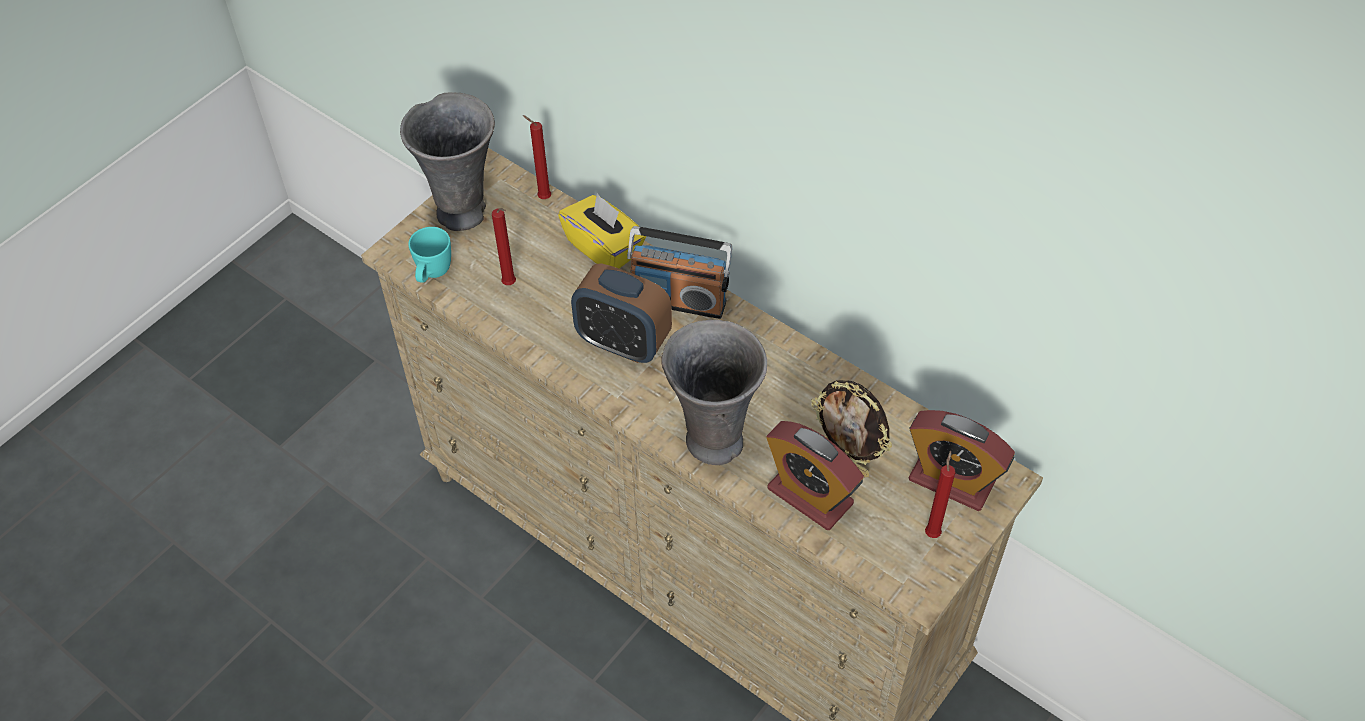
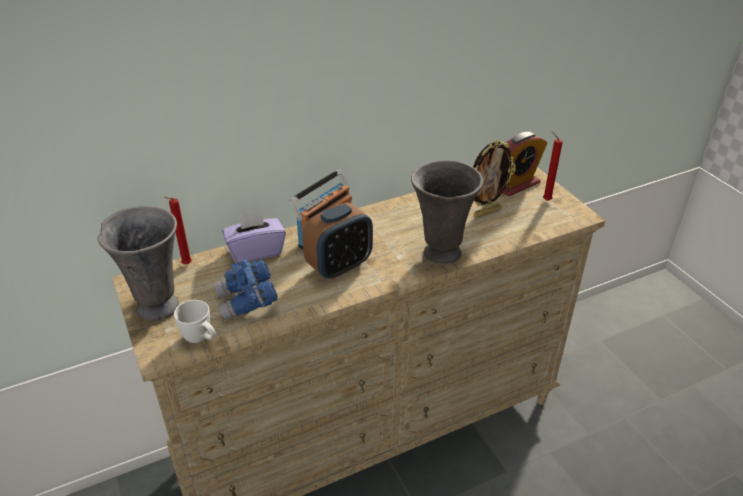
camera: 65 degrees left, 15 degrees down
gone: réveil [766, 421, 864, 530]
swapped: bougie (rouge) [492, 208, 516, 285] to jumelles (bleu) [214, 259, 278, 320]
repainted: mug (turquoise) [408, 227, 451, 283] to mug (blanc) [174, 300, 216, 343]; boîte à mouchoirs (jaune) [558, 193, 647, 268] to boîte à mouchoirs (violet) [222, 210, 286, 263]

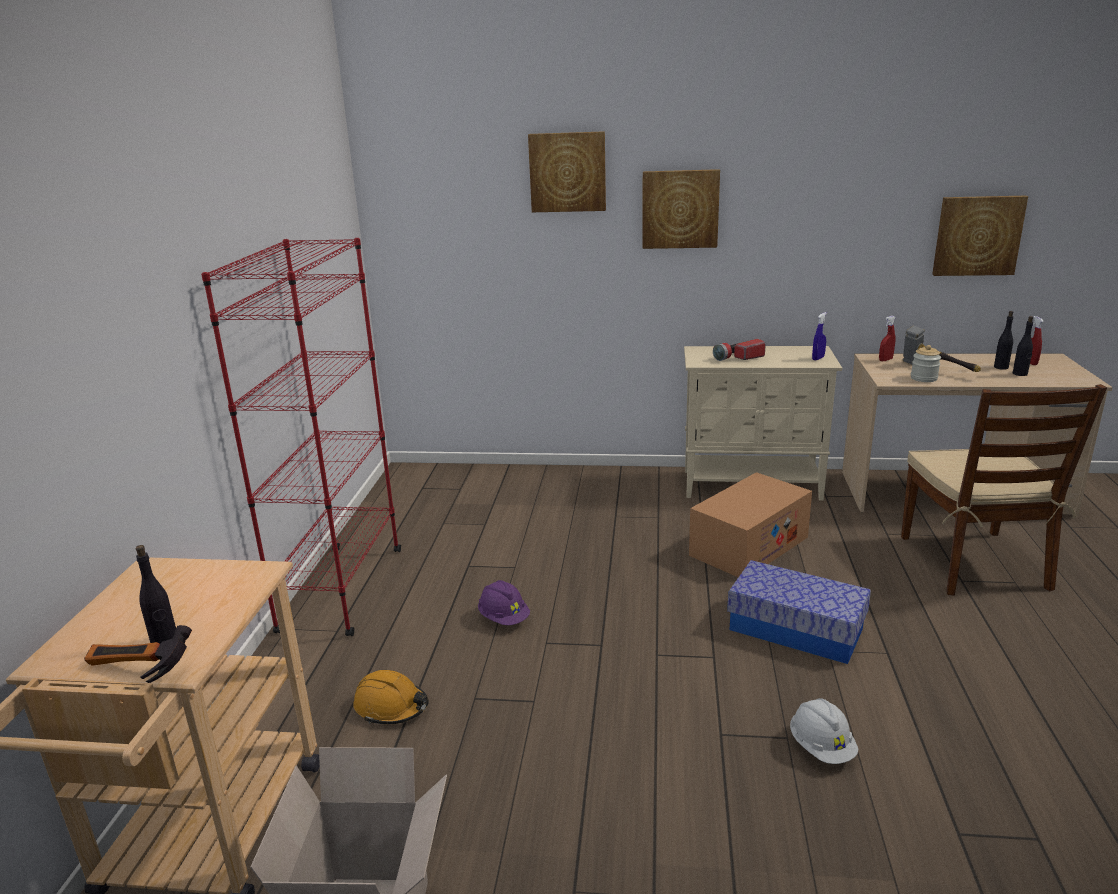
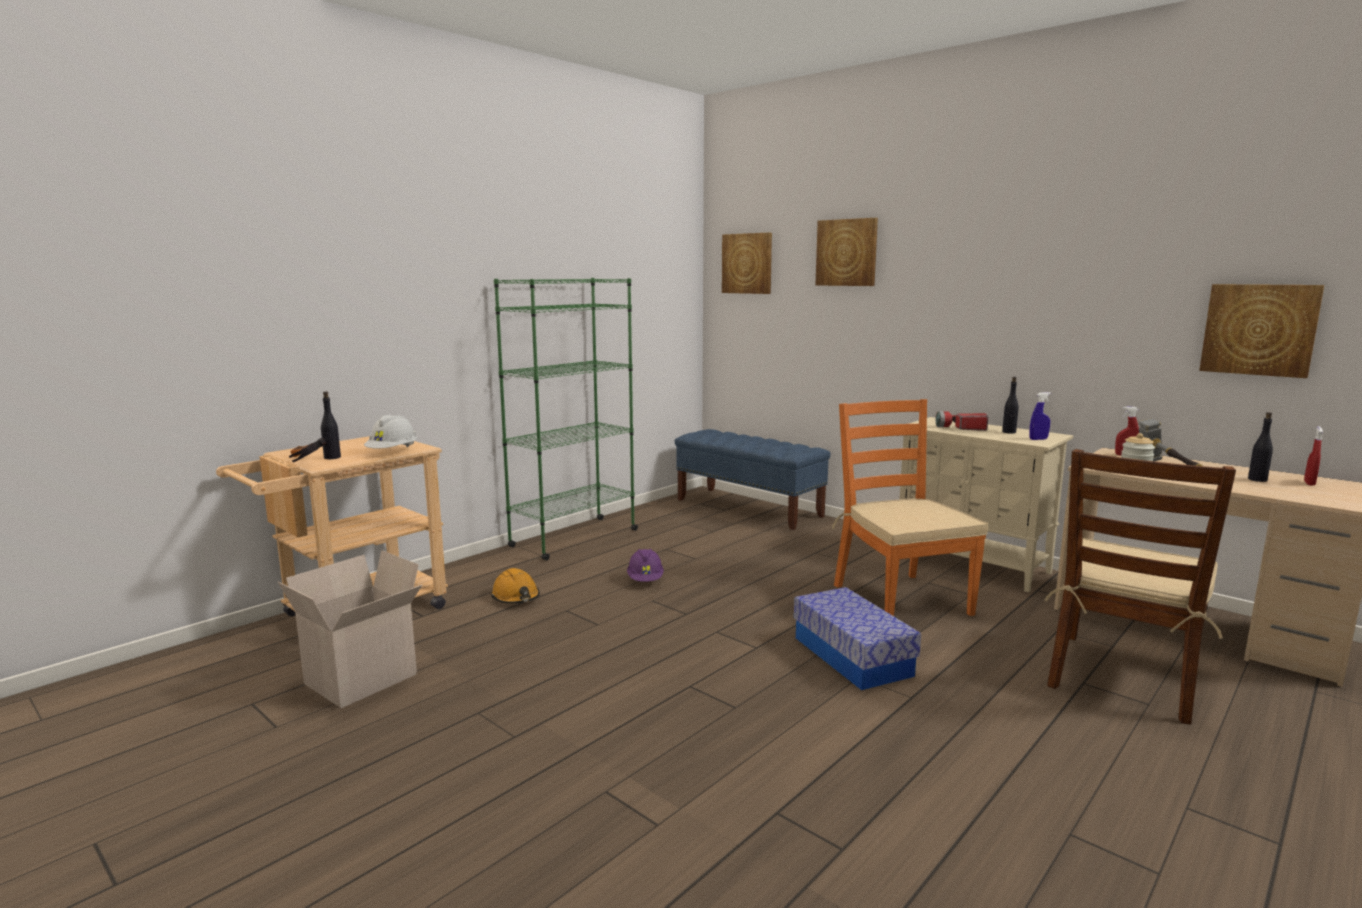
camera: 35 degrees right, 10 degrees down
new: banc (bleu) [675, 429, 831, 530]
shifted: tableau [642, 169, 720, 249] to [722, 233, 772, 294]; casque de chantier (blanc) [790, 698, 858, 764] to [364, 415, 417, 448]; bouteille (noir) [1013, 316, 1033, 376] to [1002, 377, 1019, 434]
swapped: carton [689, 472, 812, 577] to chaise (orange) [832, 399, 988, 616]
repainted: bibliothèque (rouge) [201, 238, 401, 636] to bibliothèque (vert) [494, 278, 638, 560]

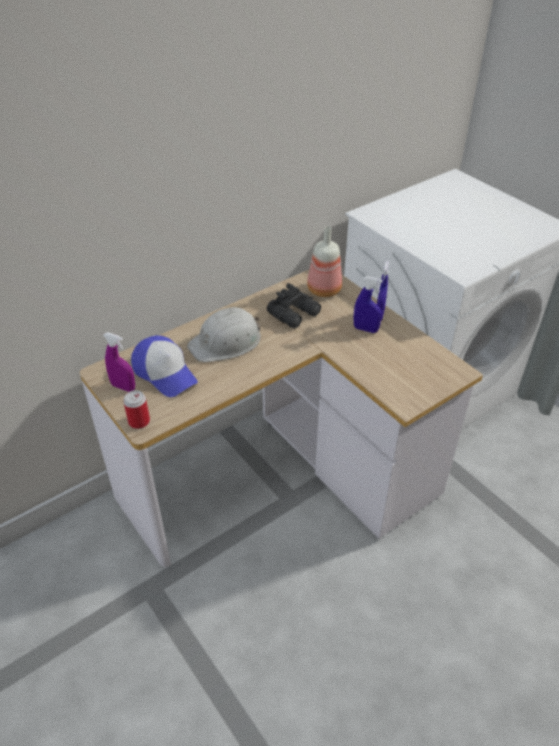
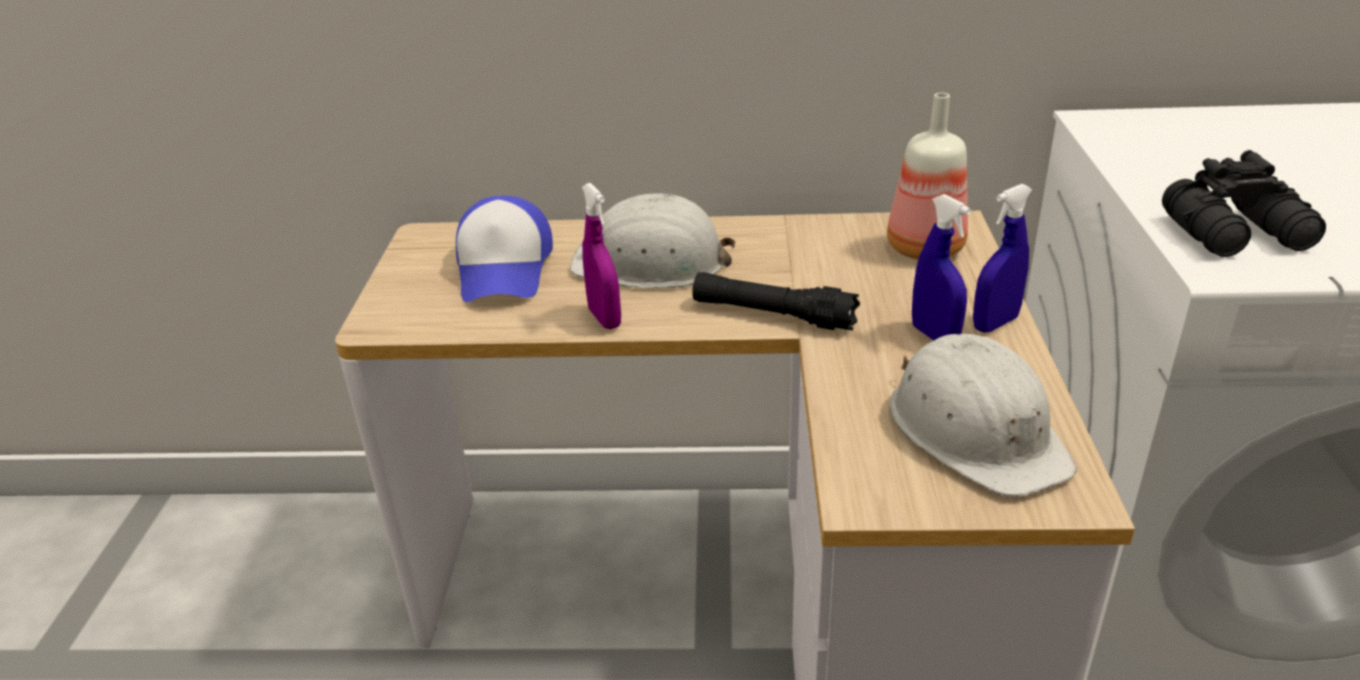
camera: 40 degrees right, 10 degrees down
gone: boîte métallique [123, 390, 150, 429]
new: lampe de poche (noir) [692, 272, 860, 331]; casque de chantier (blanc) [890, 334, 1077, 497]
shifted: vaporisateur (violet) [103, 332, 135, 392] to [582, 183, 621, 329]; jumelles (noir) [267, 283, 321, 328] to [1162, 150, 1326, 257]

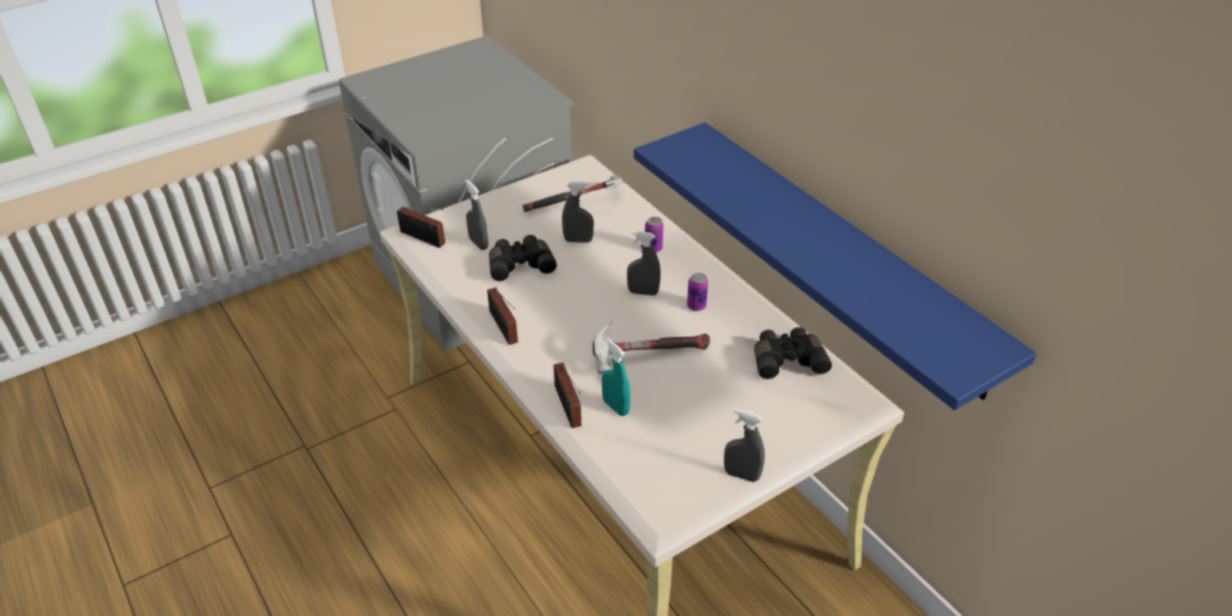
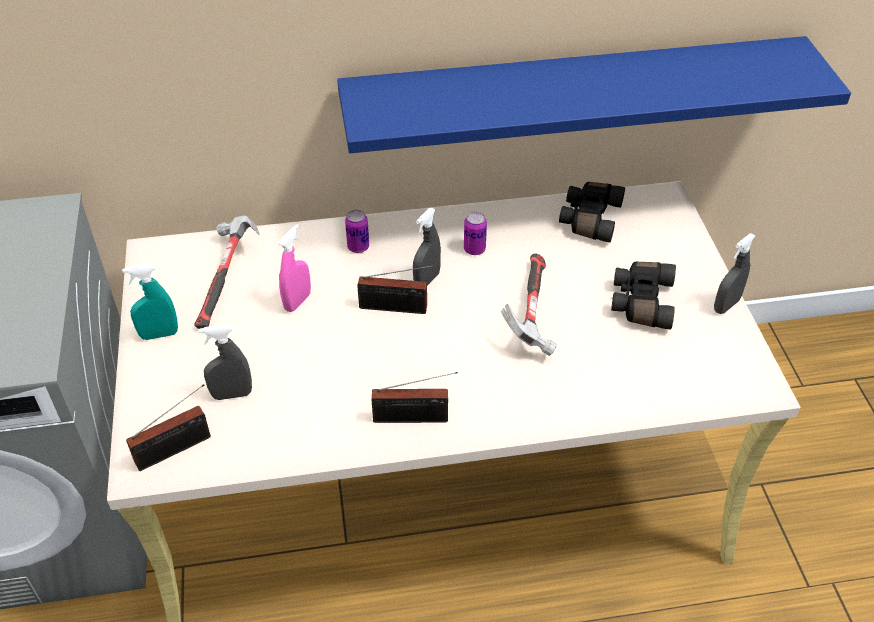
camera: 65 degrees left, 5 degrees up
shifted: jumelles (noir) [489, 235, 557, 281] to [611, 262, 676, 329]; radio [554, 362, 581, 428] to [357, 265, 435, 314]; vaporisateur (turquoise) [602, 338, 630, 416] to [122, 264, 178, 340]
repainted: vaporisateur (gris) [562, 181, 594, 243] to vaporisateur (rose) [278, 224, 311, 312]

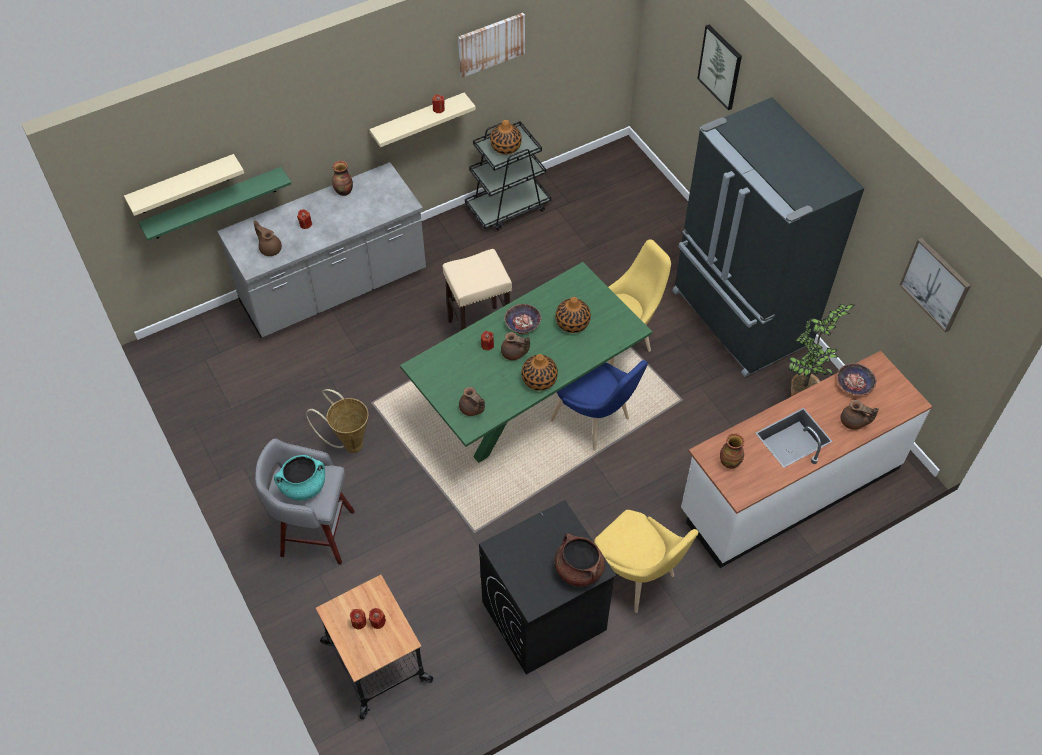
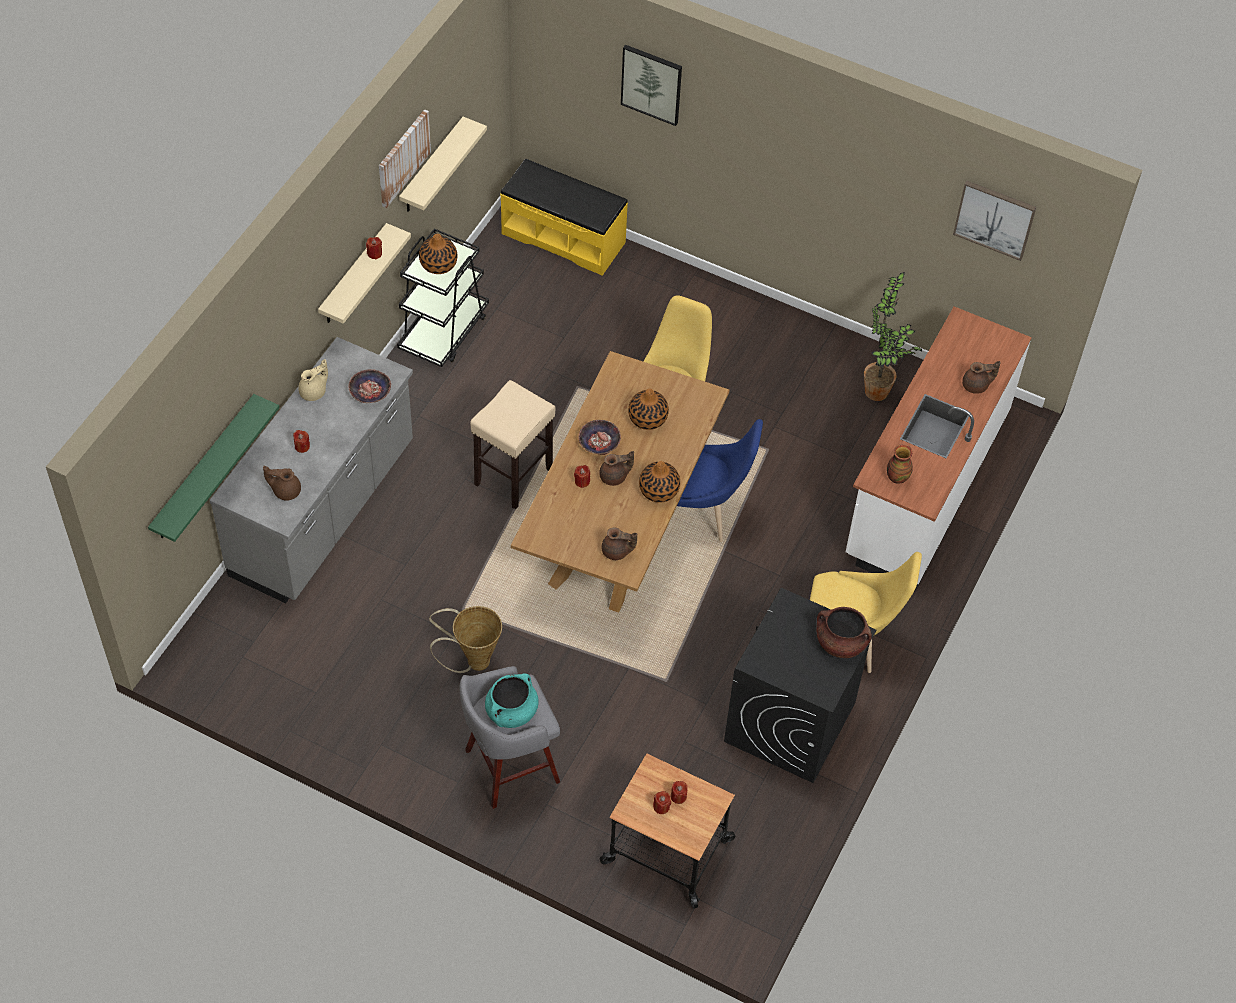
camera: 35 degrees left, 0 degrees up
gone: réfrigérateur (noir) [672, 97, 864, 377]
new: banc (jaune) [500, 159, 628, 276]
shifted: étagère (beige) [124, 154, 244, 216] to [399, 117, 487, 212]; bol [837, 363, 877, 395] to [349, 369, 391, 403]
swapped: vase [332, 161, 353, 196] to théière (beige) [298, 359, 328, 401]
repainted: table à manger (vert) [400, 262, 652, 463] to table à manger (marron) [511, 351, 730, 613]

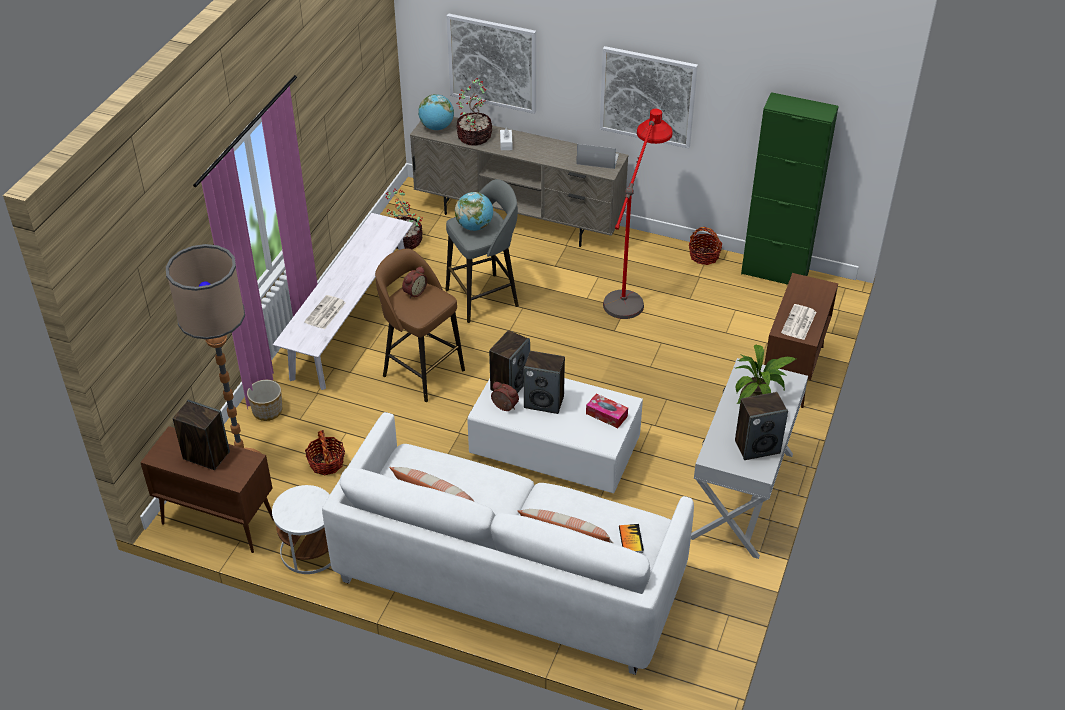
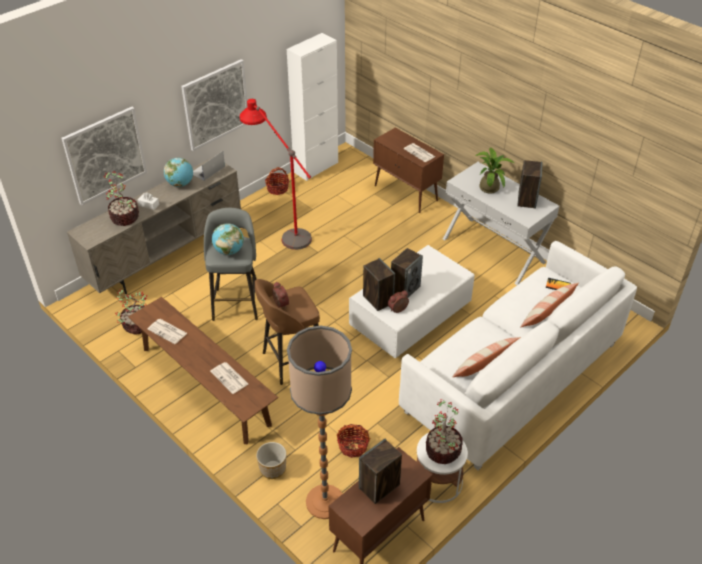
camera: 65 degrees left, 0 degrees up
gone: boîte à mouchoirs [586, 393, 628, 428]
new: journal [148, 319, 187, 344]; plante en pot [426, 399, 463, 464]
shifted: globe [418, 94, 454, 130] to [164, 158, 193, 187]
repainted: banc (blanc) [273, 213, 413, 390] to banc (marron) [128, 297, 278, 445]; meuble de rangement (vert) [741, 92, 839, 285] to meuble de rangement (blanc) [287, 33, 338, 181]

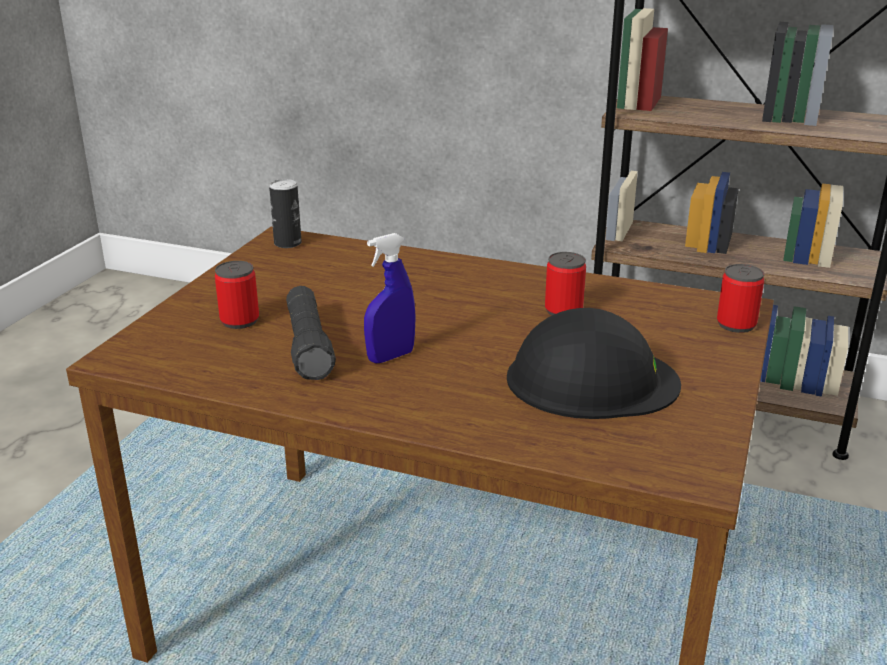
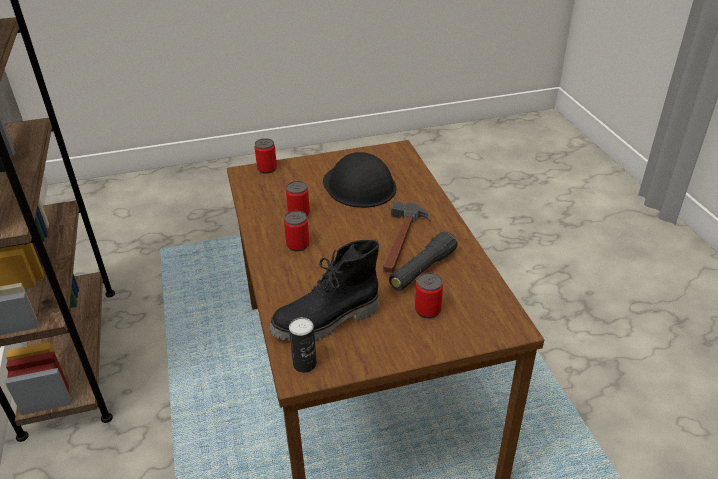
camera: 125 degrees left, 10 degrees up
new: botte (noir) [269, 240, 379, 341]; boîte métallique [284, 211, 309, 251]
swapped: vaporisateur (bleu) [364, 233, 416, 363] to marteau [383, 201, 430, 273]

